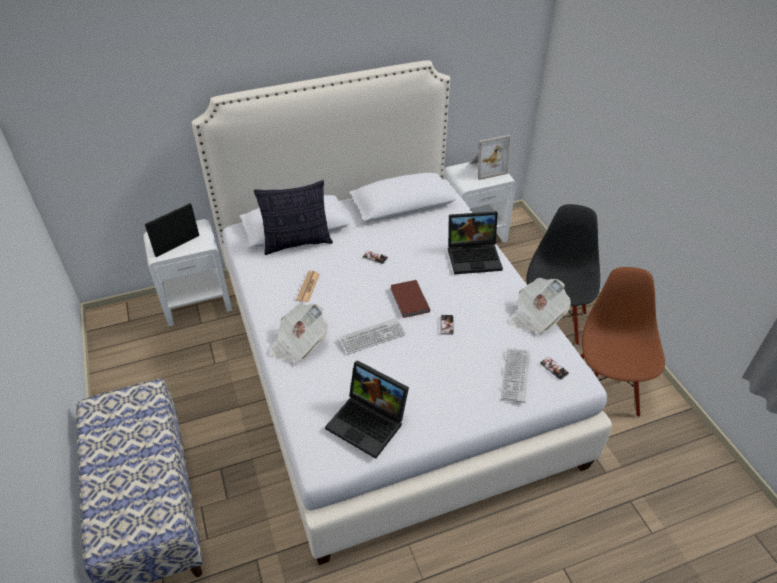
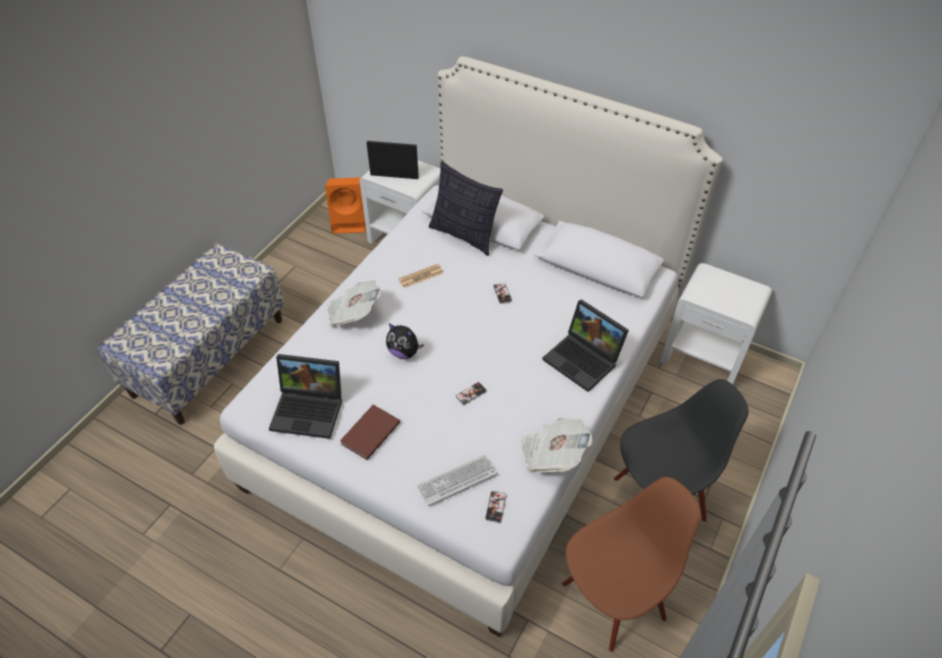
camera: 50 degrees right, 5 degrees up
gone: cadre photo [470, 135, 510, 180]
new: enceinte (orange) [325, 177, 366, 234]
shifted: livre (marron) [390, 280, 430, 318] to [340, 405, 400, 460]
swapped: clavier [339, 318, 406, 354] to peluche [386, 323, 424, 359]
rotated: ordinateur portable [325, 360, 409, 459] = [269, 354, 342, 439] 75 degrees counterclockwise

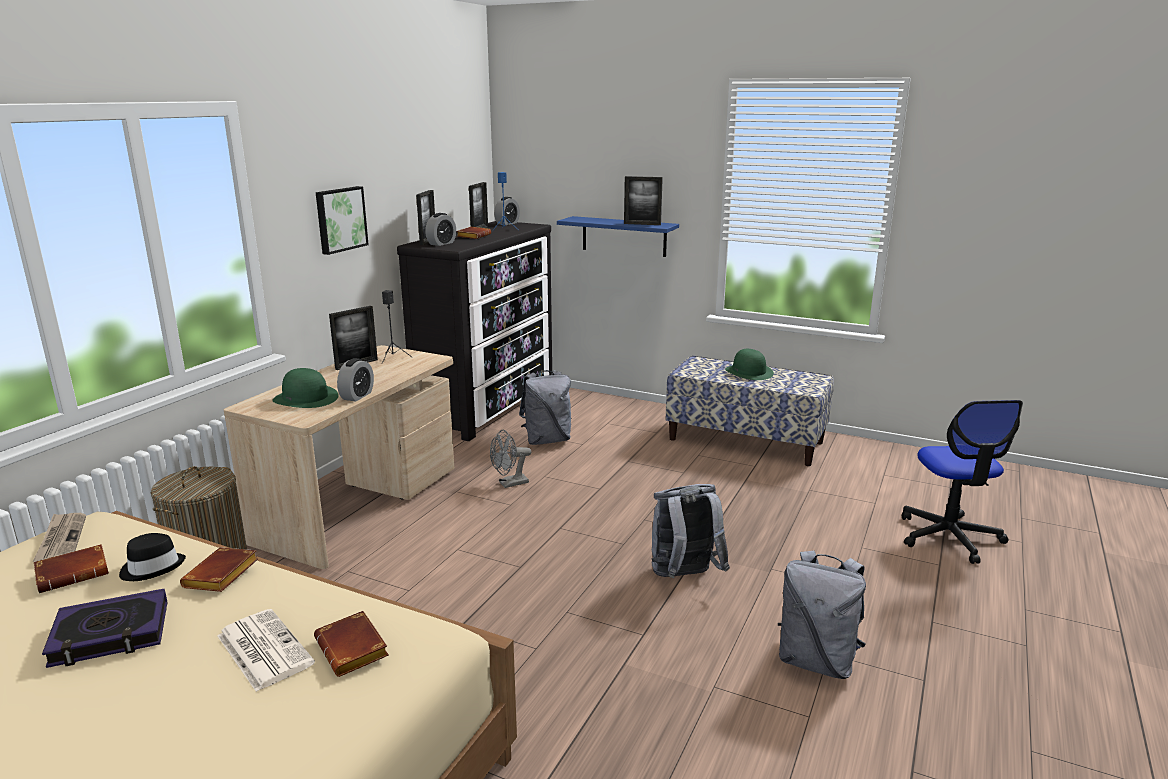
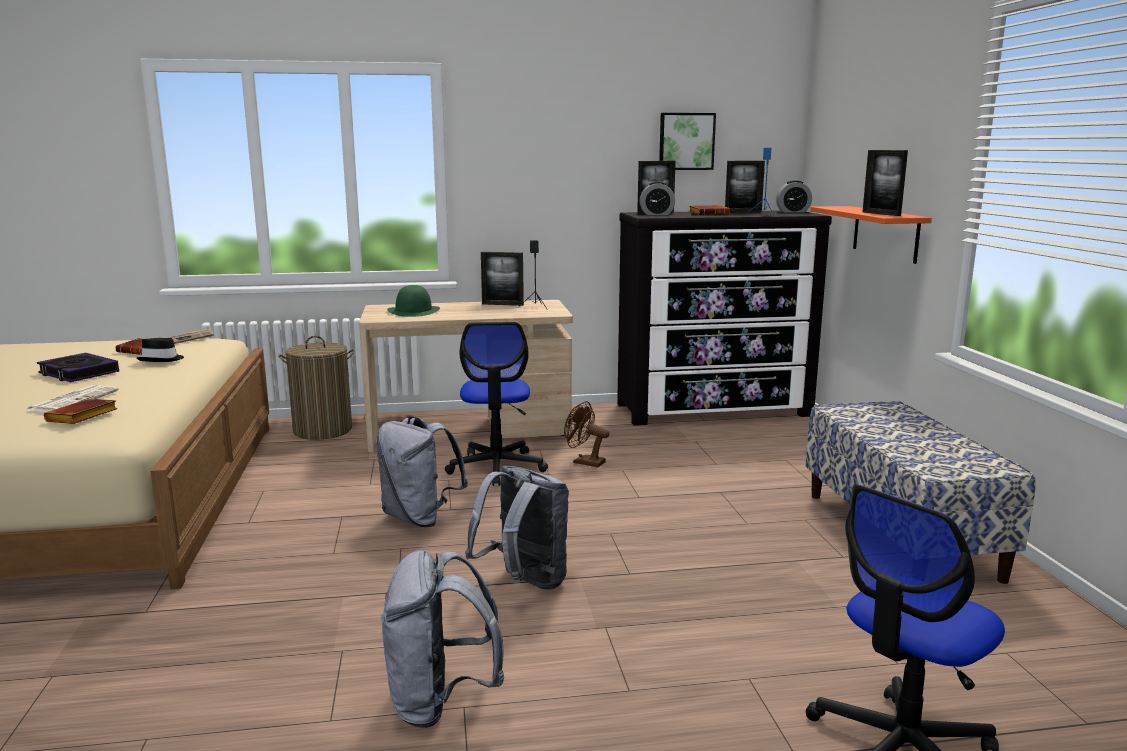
camera: 55 degrees right, 5 degrees down
gone: livre (marron) [180, 547, 258, 592]; réveil [337, 358, 374, 401]; chapeau (vert) [725, 349, 774, 380]
new: chaise de bureau [445, 322, 548, 486]
shifted: tableau [316, 186, 369, 255] to [659, 113, 716, 170]; sac à dos (gris) [519, 370, 571, 445] to [376, 417, 468, 527]
repainted: ventilateur (gris) [490, 430, 531, 488] to ventilateur (marron) [564, 401, 609, 467]; étagère (bleu) [557, 216, 679, 257] to étagère (orange) [810, 206, 932, 264]

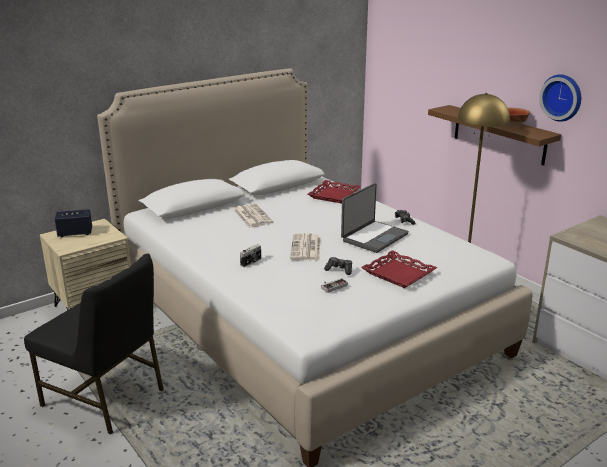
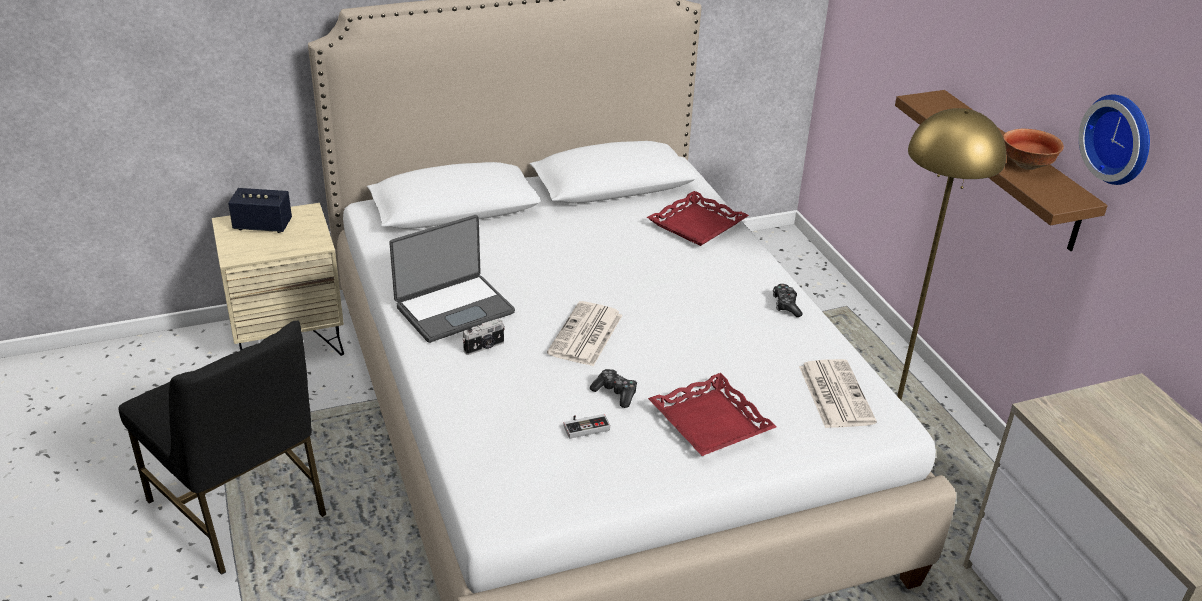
camera: 15 degrees right, 10 degrees up
shifted: journal [234, 204, 273, 228] to [799, 359, 877, 428]; ordinateur portable [341, 183, 409, 253] to [389, 215, 515, 343]

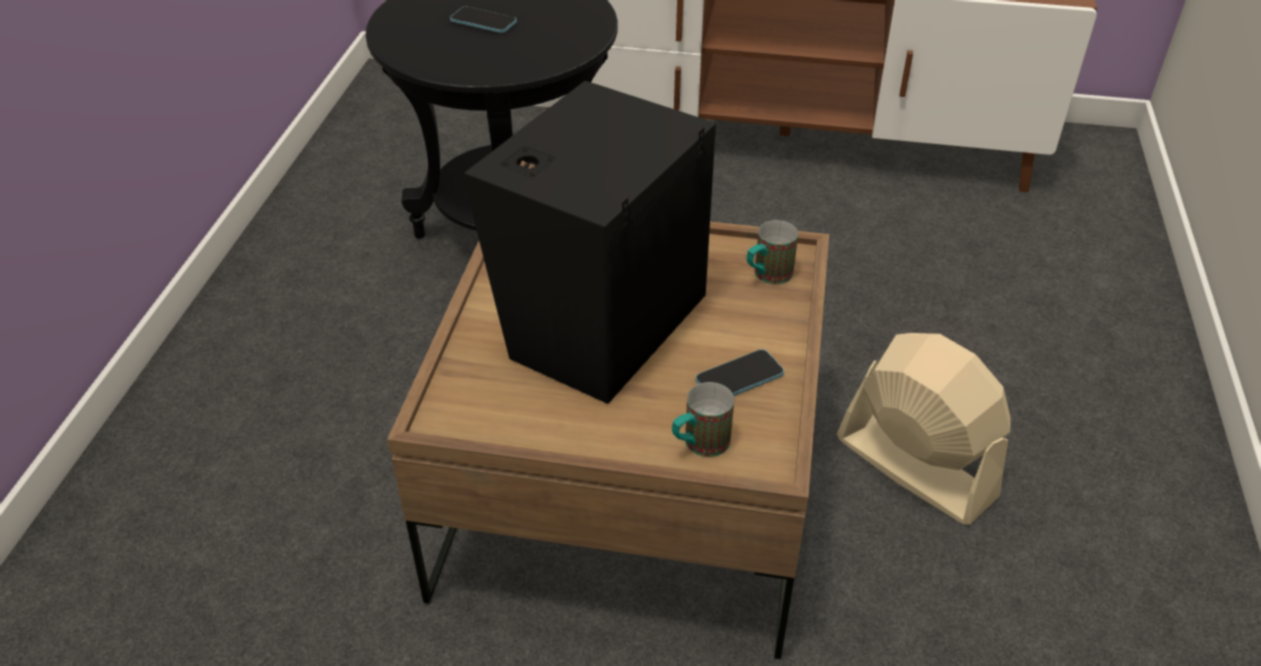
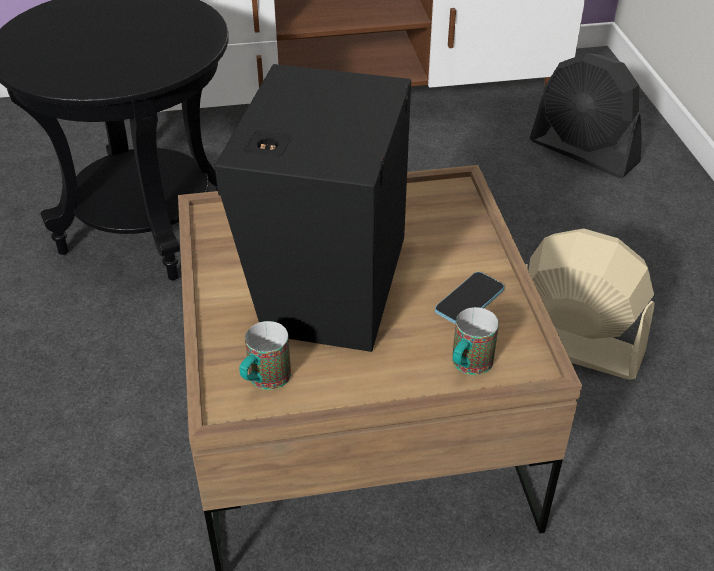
camera: 20 degrees left, 0 degrees up
gone: téléphone [450, 6, 517, 33]
new: ventilateur (noir) [530, 53, 642, 178]
shifted: mug [747, 220, 798, 284] to [240, 321, 291, 390]

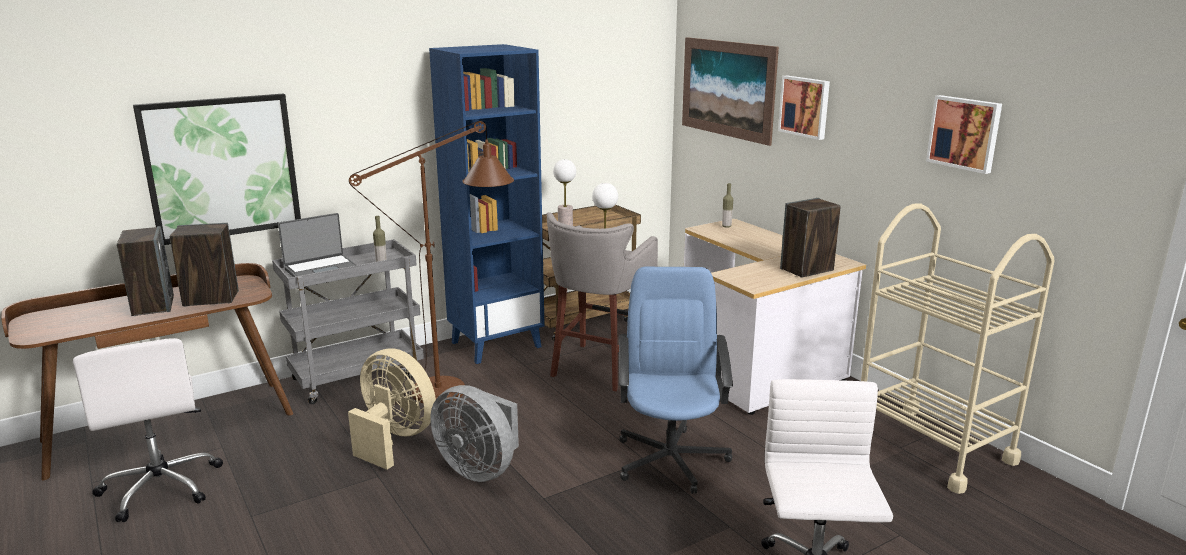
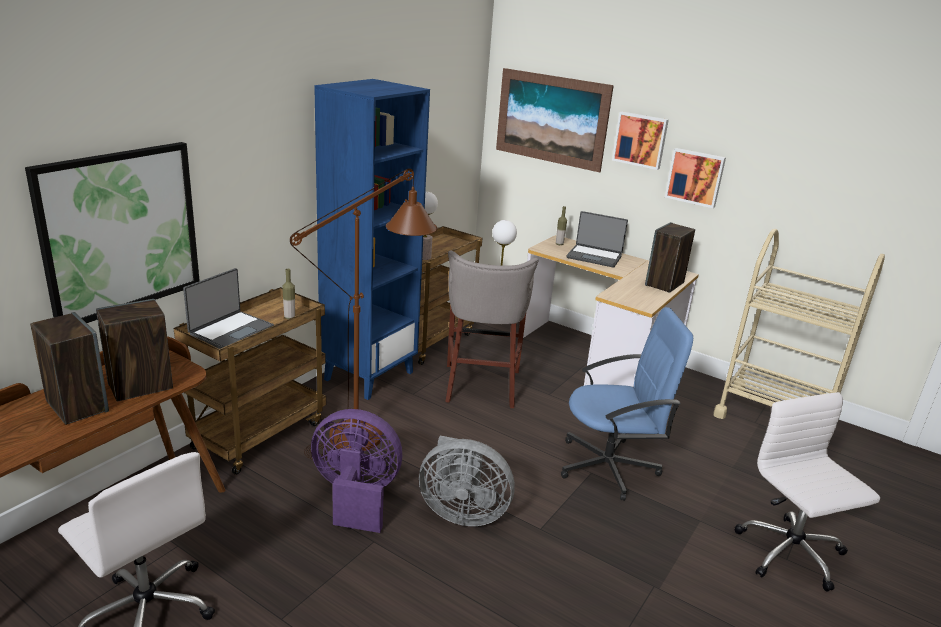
camera: 25 degrees left, 5 degrees up
new: ordinateur portable [567, 211, 628, 267]
shifted: tableau [926, 95, 1002, 174] to [665, 148, 726, 208]
repainted: chariot (gris) [272, 239, 424, 404] to chariot (marron) [174, 287, 326, 475]; ventilateur (beige) [348, 348, 436, 470] to ventilateur (violet) [311, 409, 402, 533]
rotated: chaise de bureau (bleu) [619, 267, 733, 494] = [561, 307, 693, 501] 105 degrees clockwise

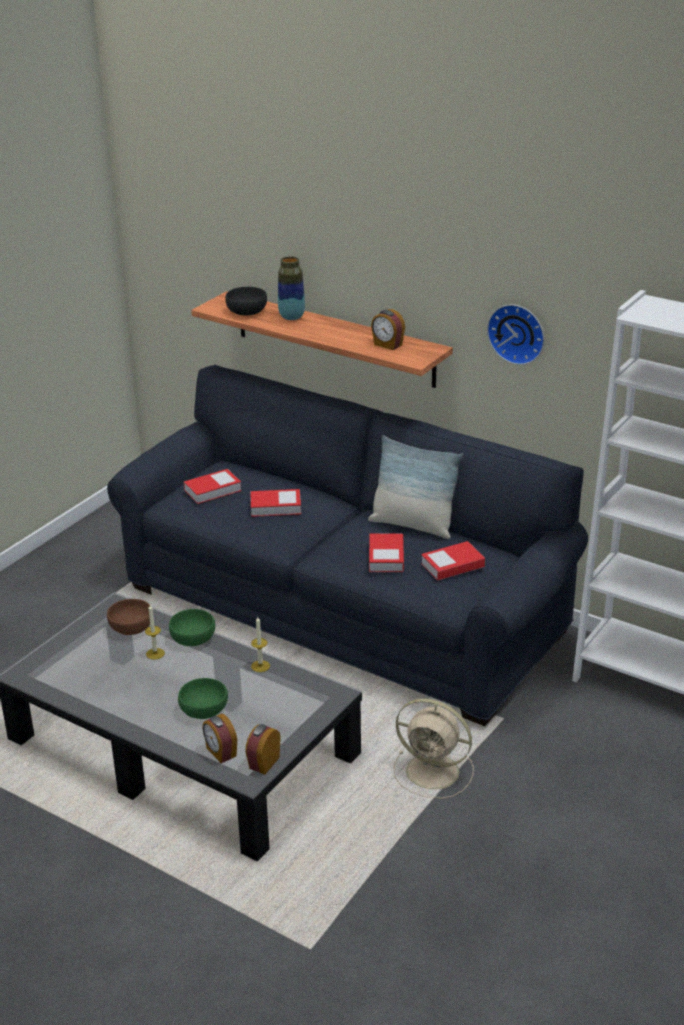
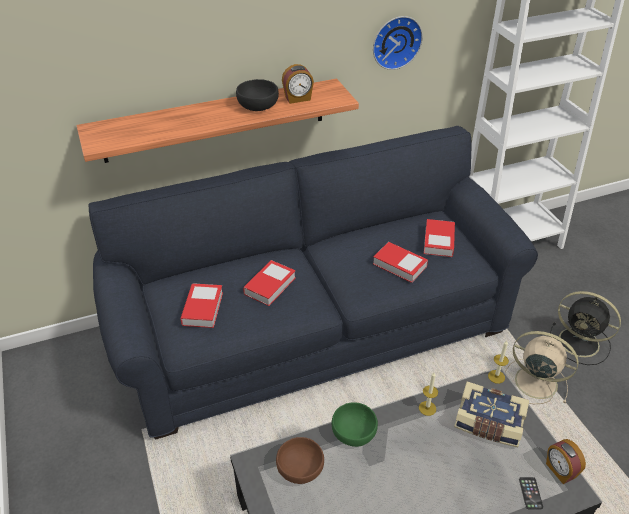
camera: 55 degrees left, 10 degrees up
gone: bol (vert) [178, 678, 228, 719]; vase [278, 256, 305, 320]; coussin [368, 435, 463, 539]
new: livre [454, 382, 529, 447]; ventilateur (noir) [550, 291, 621, 365]
shifted: bougie [145, 605, 165, 660] to [488, 340, 509, 384]; bol (noir) [226, 287, 267, 315] to [236, 79, 279, 111]
swapped: réveil [203, 714, 237, 763] to téléphone [519, 477, 543, 509]
rotated: ventilateur (beige) [394, 698, 474, 799] = [505, 331, 579, 404] 120 degrees counterclockwise

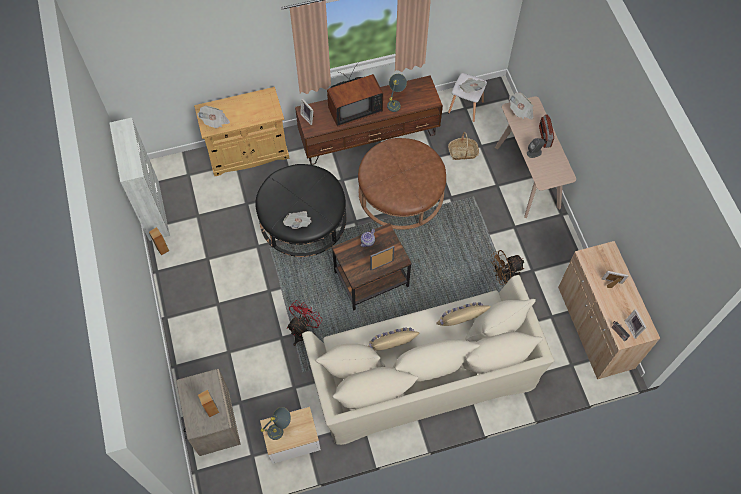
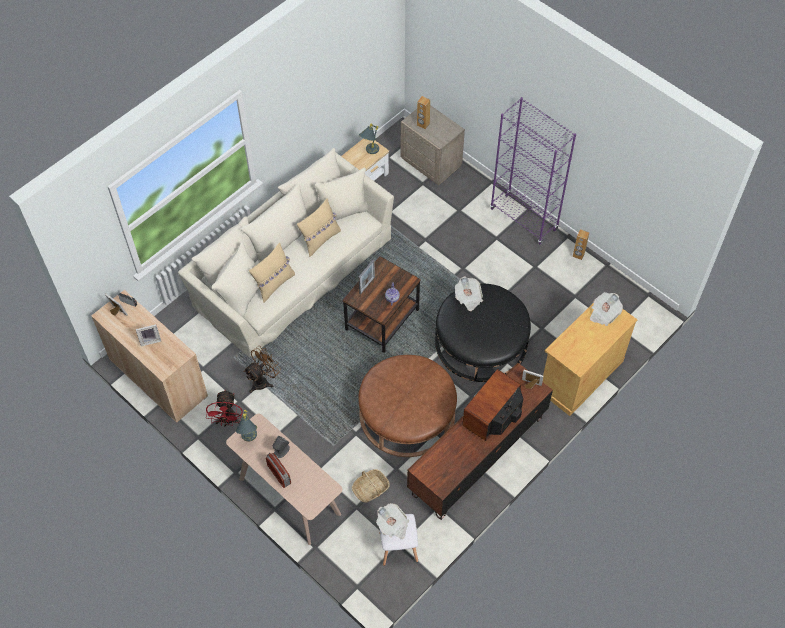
camera: 150 degrees right, 5 degrees down
gone: meuble de rangement (blanc) [110, 118, 170, 241]; journal [509, 92, 534, 120]
new: bibliothèque (violet) [490, 97, 576, 245]
shifted: ventilateur (rouge) [287, 300, 323, 346] to [206, 390, 243, 426]; lampe de table (gris) [387, 74, 407, 112] to [235, 410, 257, 441]

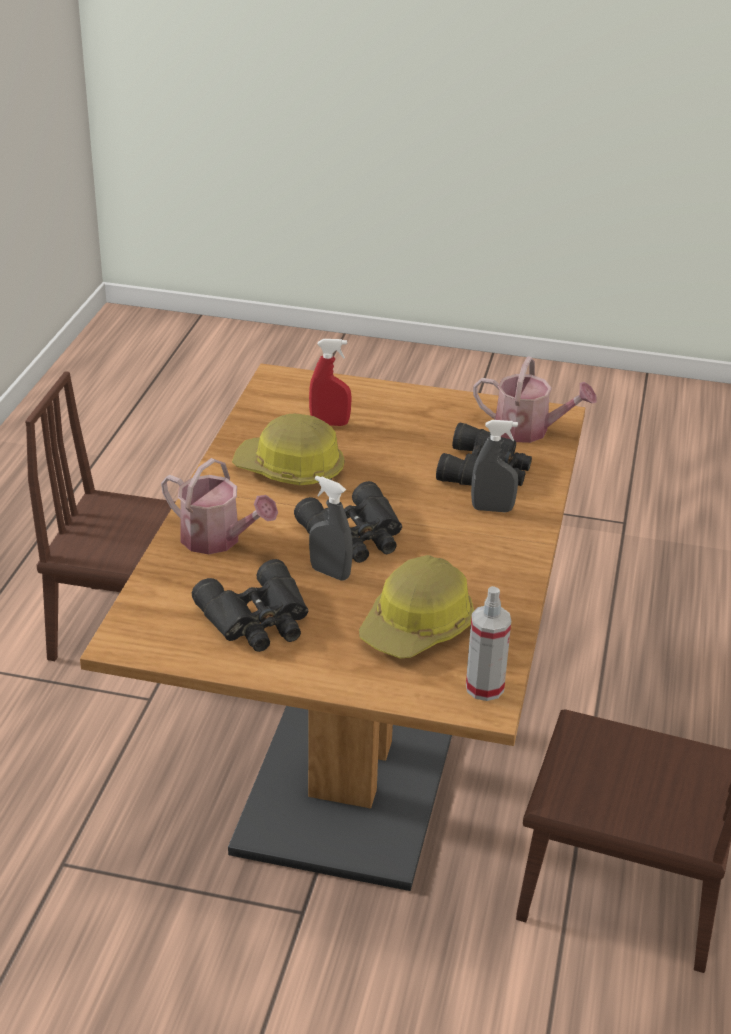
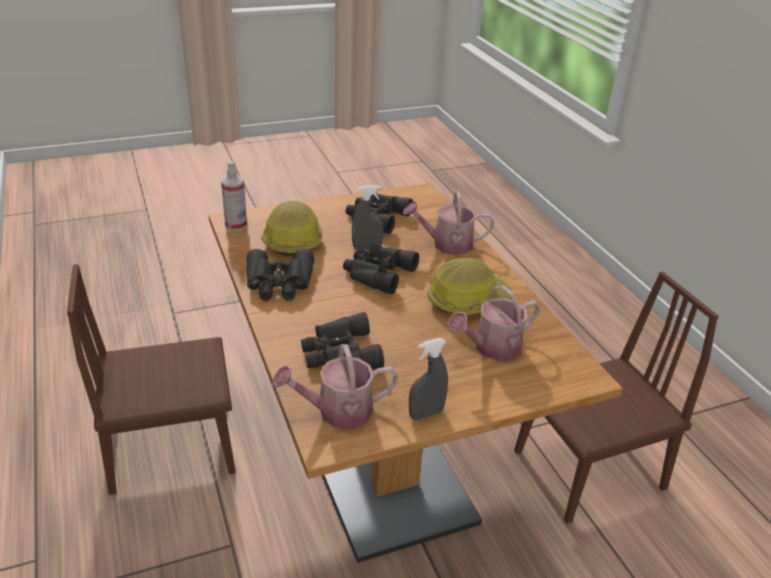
camera: 145 degrees right, 0 degrees up
new: jumelles (noir) [246, 249, 314, 301]
shifted: vaporisateur (gris) [471, 420, 518, 512] to [409, 338, 448, 420]
swapped: vaporisateur (rouge) [309, 339, 352, 426] to arrosoir [447, 285, 540, 361]

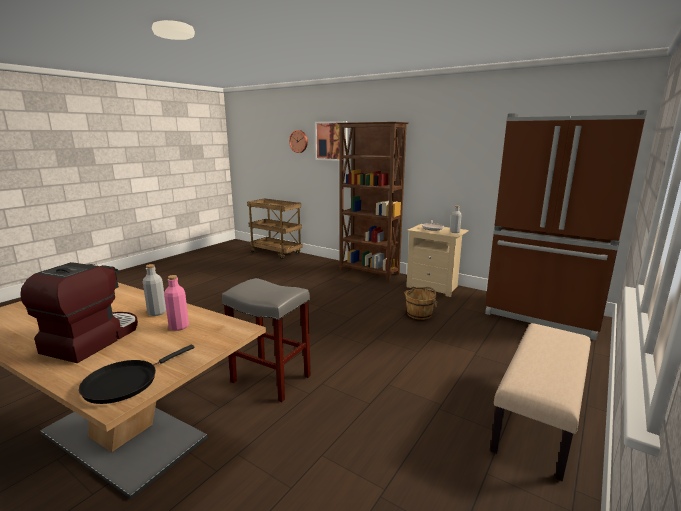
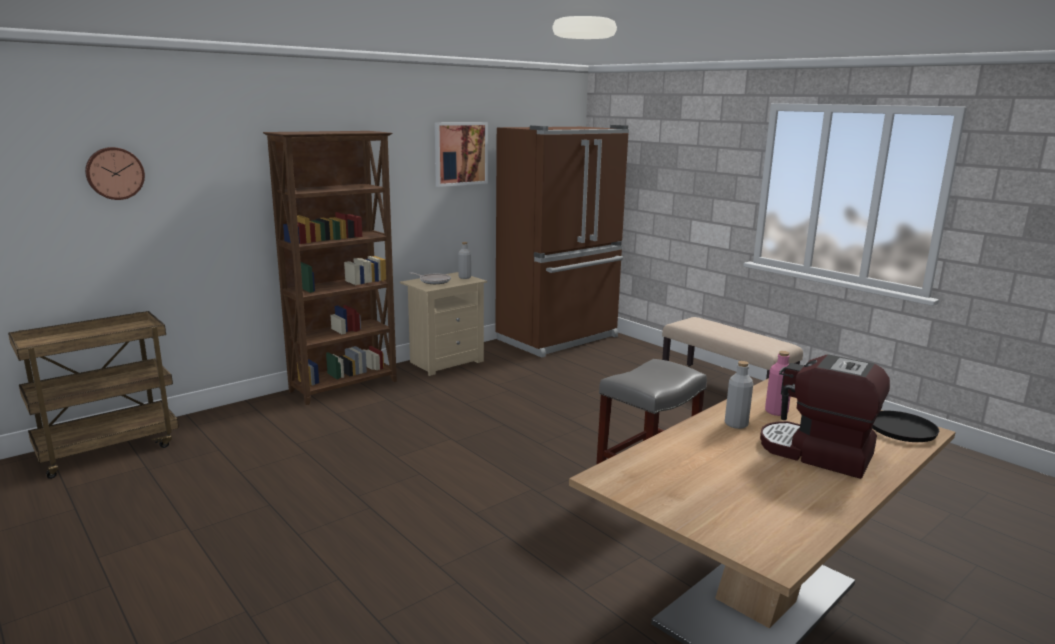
camera: 75 degrees left, 0 degrees up
gone: seau (marron) [404, 287, 438, 320]
shifted: tableau [315, 121, 347, 161] to [435, 122, 488, 187]

